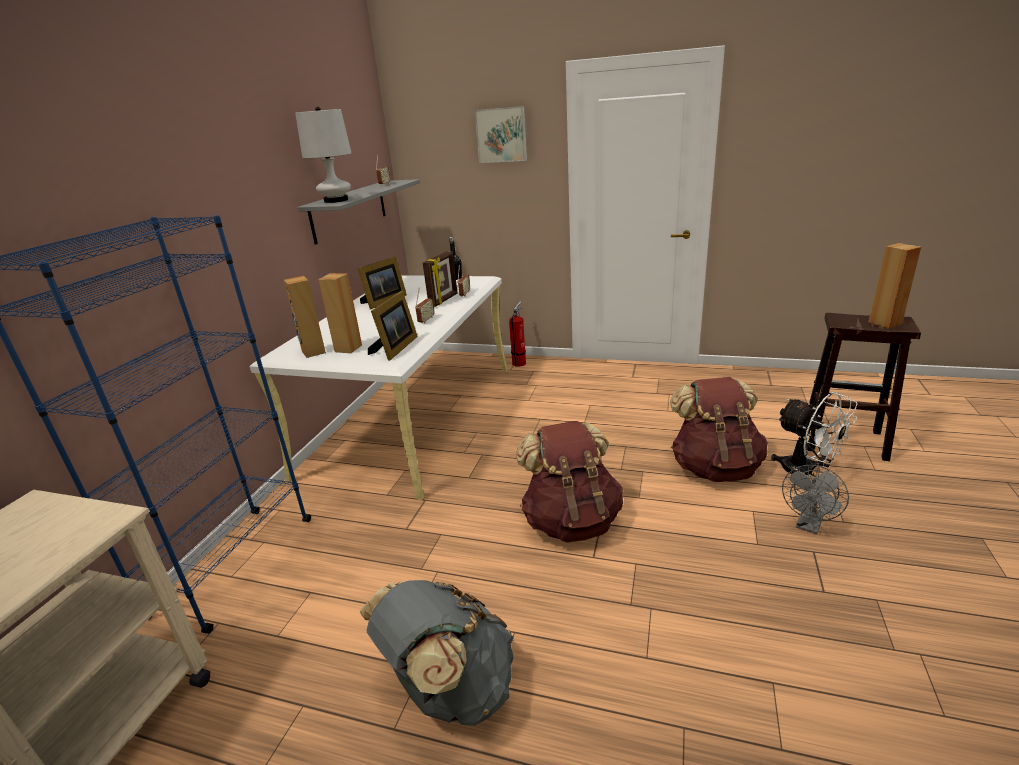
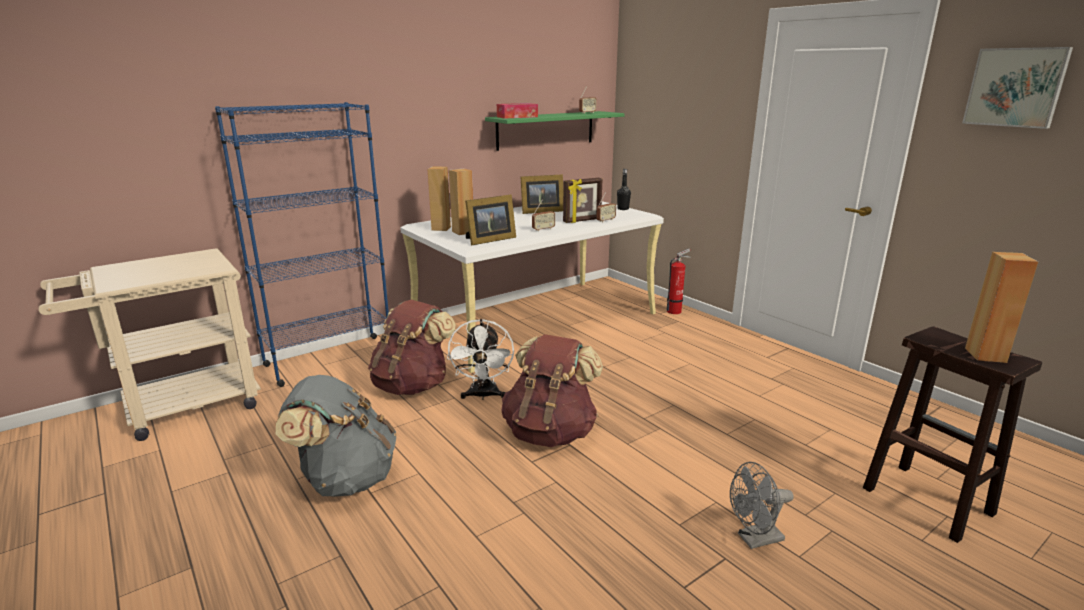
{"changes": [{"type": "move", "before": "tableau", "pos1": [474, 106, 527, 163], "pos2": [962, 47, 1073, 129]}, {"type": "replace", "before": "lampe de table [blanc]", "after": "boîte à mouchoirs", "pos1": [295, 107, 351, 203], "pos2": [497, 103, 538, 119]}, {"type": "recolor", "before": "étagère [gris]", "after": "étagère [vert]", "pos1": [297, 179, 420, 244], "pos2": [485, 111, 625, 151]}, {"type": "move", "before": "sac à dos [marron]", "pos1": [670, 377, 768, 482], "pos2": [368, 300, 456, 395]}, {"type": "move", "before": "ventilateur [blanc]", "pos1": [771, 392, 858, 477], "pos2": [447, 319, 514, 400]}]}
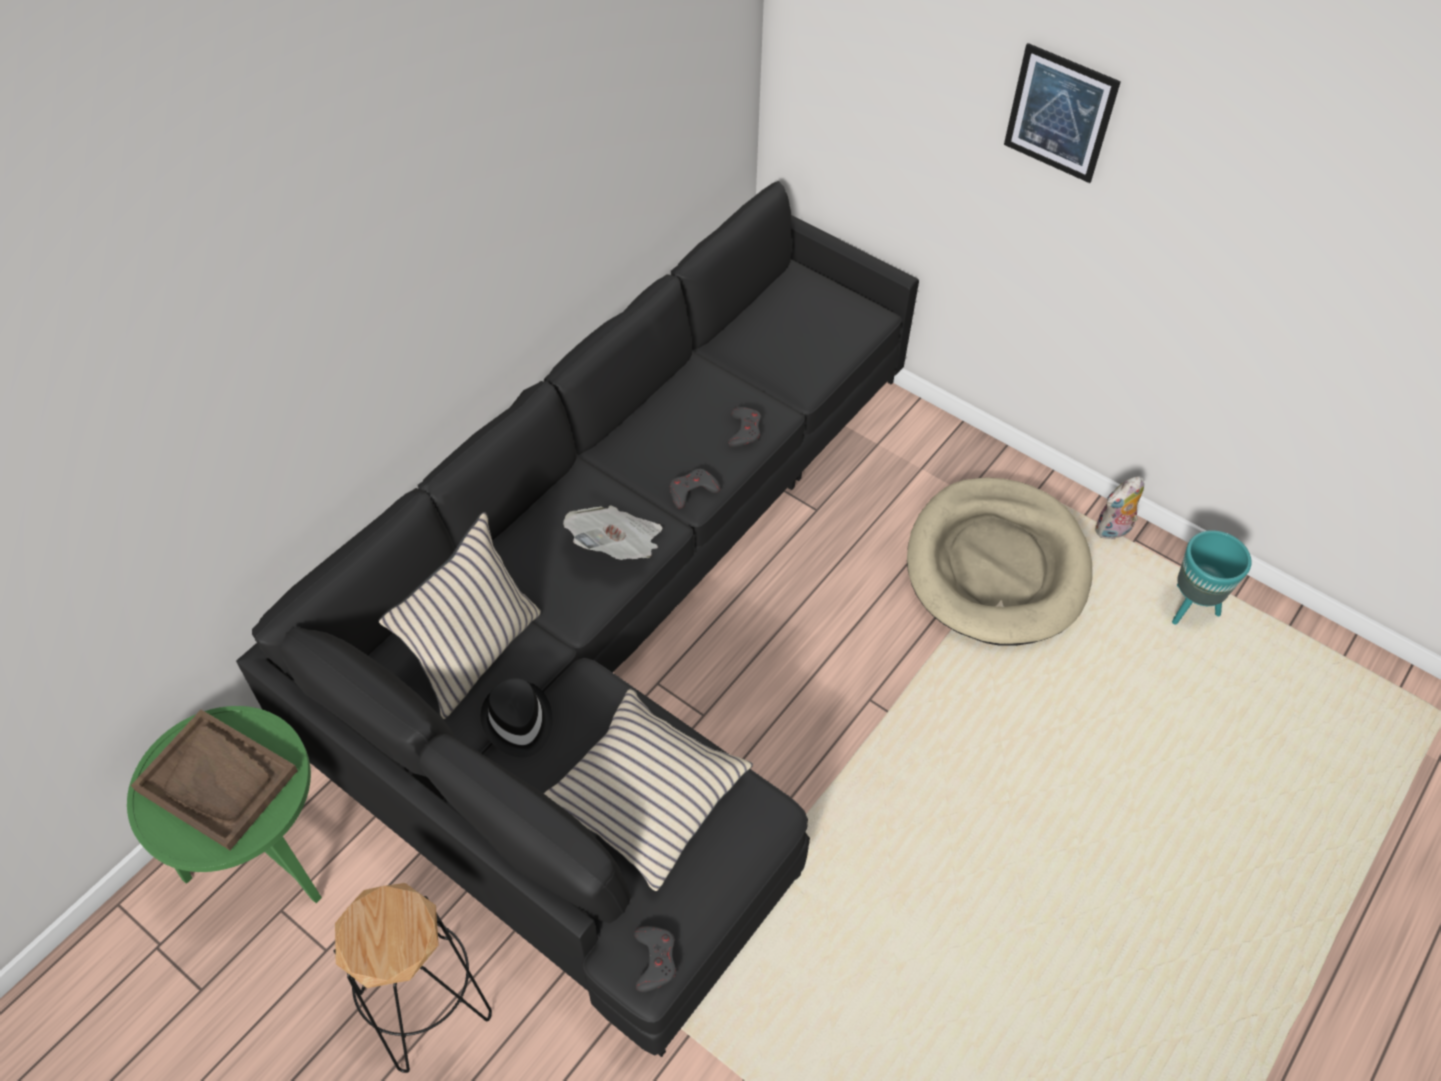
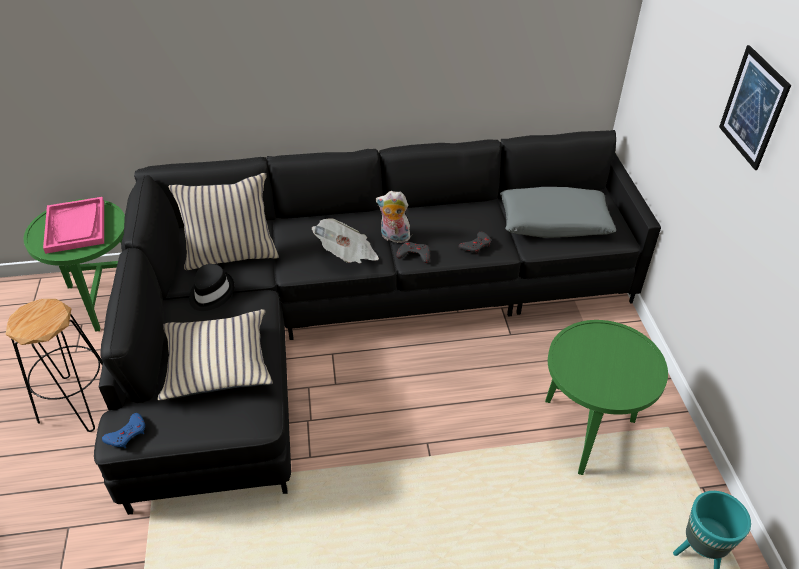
{"changes": [{"type": "move", "before": "peluche", "pos1": [1095, 476, 1144, 539], "pos2": [376, 191, 410, 243]}, {"type": "replace", "before": "panier pour chien [beige]", "after": "table d'appoint [vert]", "pos1": [907, 477, 1092, 646], "pos2": [545, 320, 668, 475]}, {"type": "recolor", "before": "plateau [marron]", "after": "plateau [rose]", "pos1": [131, 710, 298, 850], "pos2": [43, 197, 104, 254]}, {"type": "recolor", "before": "manette [gris]", "after": "manette [bleu]", "pos1": [634, 926, 676, 992], "pos2": [102, 413, 145, 448]}, {"type": "insert", "after": "coussin [gris]", "pos2": [500, 187, 616, 238]}]}
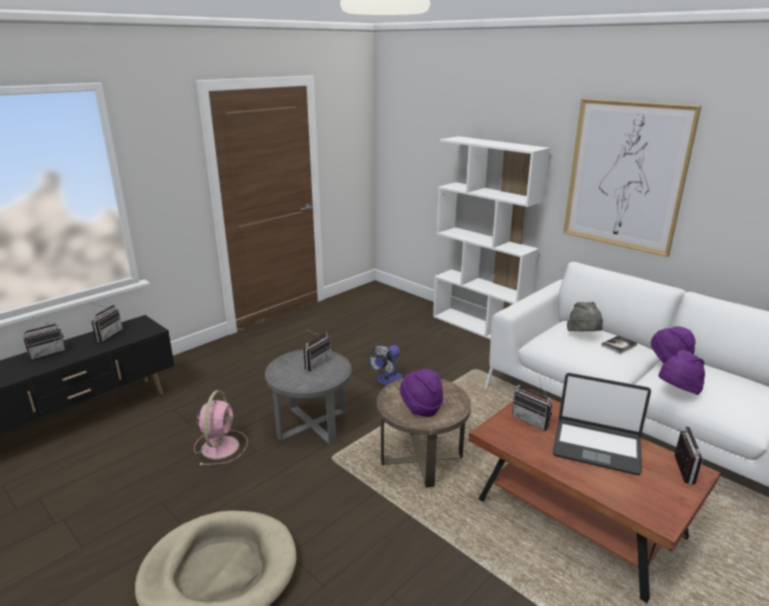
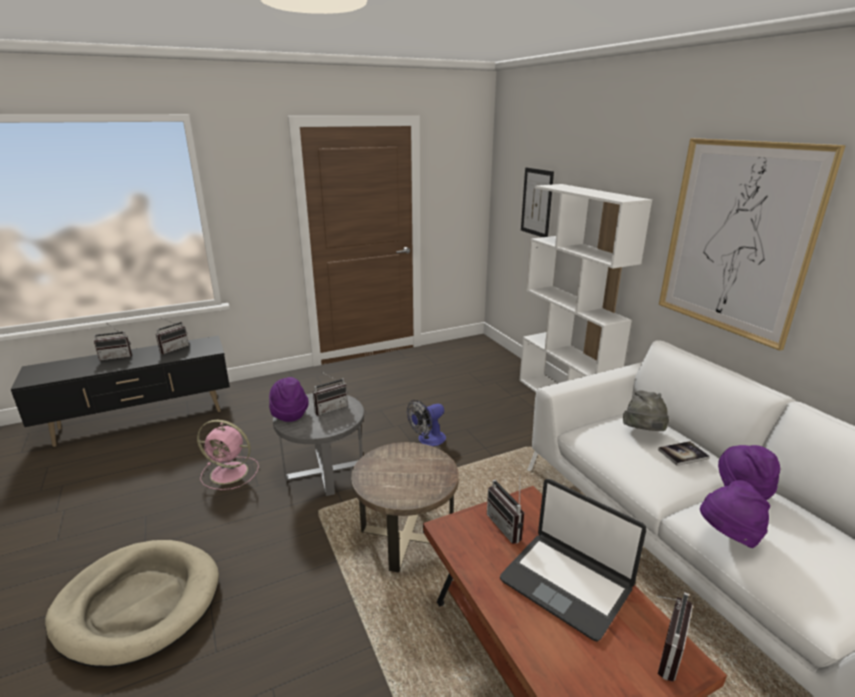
{"changes": [{"type": "move", "before": "chapeau [violet]", "pos1": [400, 369, 443, 417], "pos2": [269, 377, 309, 422]}, {"type": "rotate", "before": "ventilateur [rose]", "pos1": [194, 390, 247, 466], "pos2": [197, 420, 259, 490], "turn": 75}, {"type": "insert", "after": "tableau", "pos2": [521, 168, 554, 237]}]}
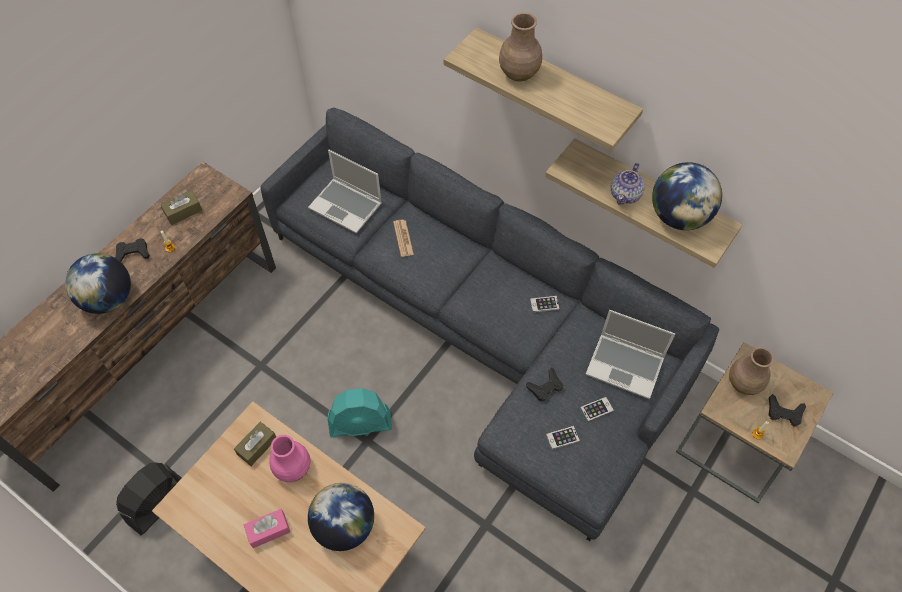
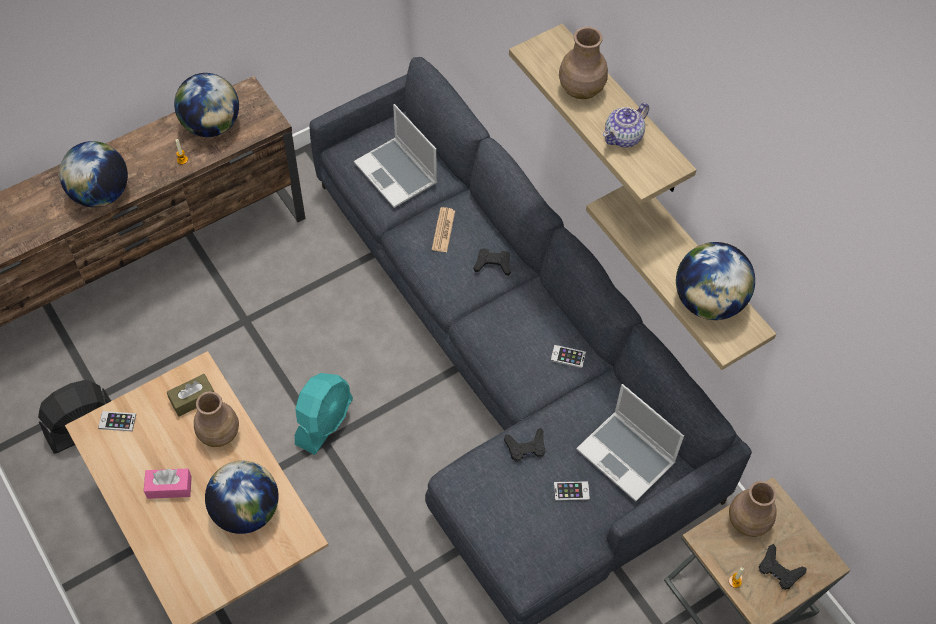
{"changes": [{"type": "move", "before": "théière", "pos1": [611, 163, 645, 205], "pos2": [603, 103, 649, 147]}, {"type": "replace", "before": "boîte à mouchoirs [marron]", "after": "globe", "pos1": [161, 190, 202, 225], "pos2": [174, 73, 239, 137]}, {"type": "move", "before": "manette [noir]", "pos1": [115, 238, 150, 262], "pos2": [474, 248, 511, 276]}, {"type": "rotate", "before": "ventilateur [turquoise]", "pos1": [327, 388, 392, 437], "pos2": [295, 373, 353, 455], "turn": -75}, {"type": "move", "before": "téléphone", "pos1": [546, 426, 580, 450], "pos2": [98, 411, 136, 432]}, {"type": "recolor", "before": "vase [rose]", "after": "vase [marron]", "pos1": [269, 435, 310, 482], "pos2": [194, 391, 239, 447]}]}
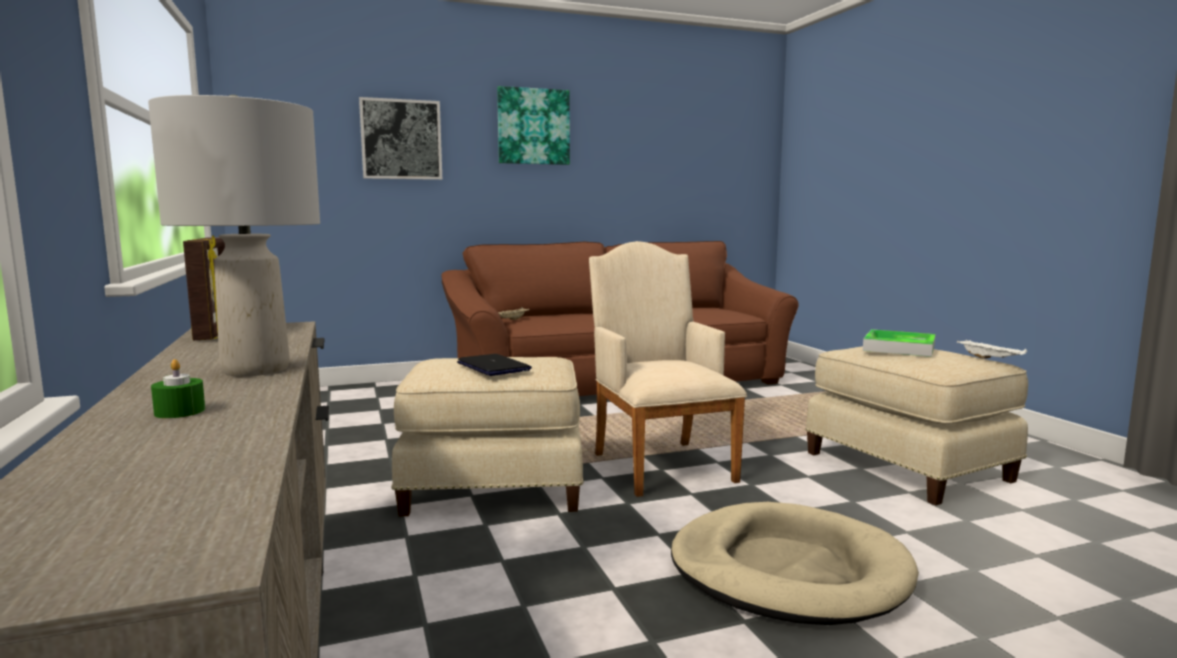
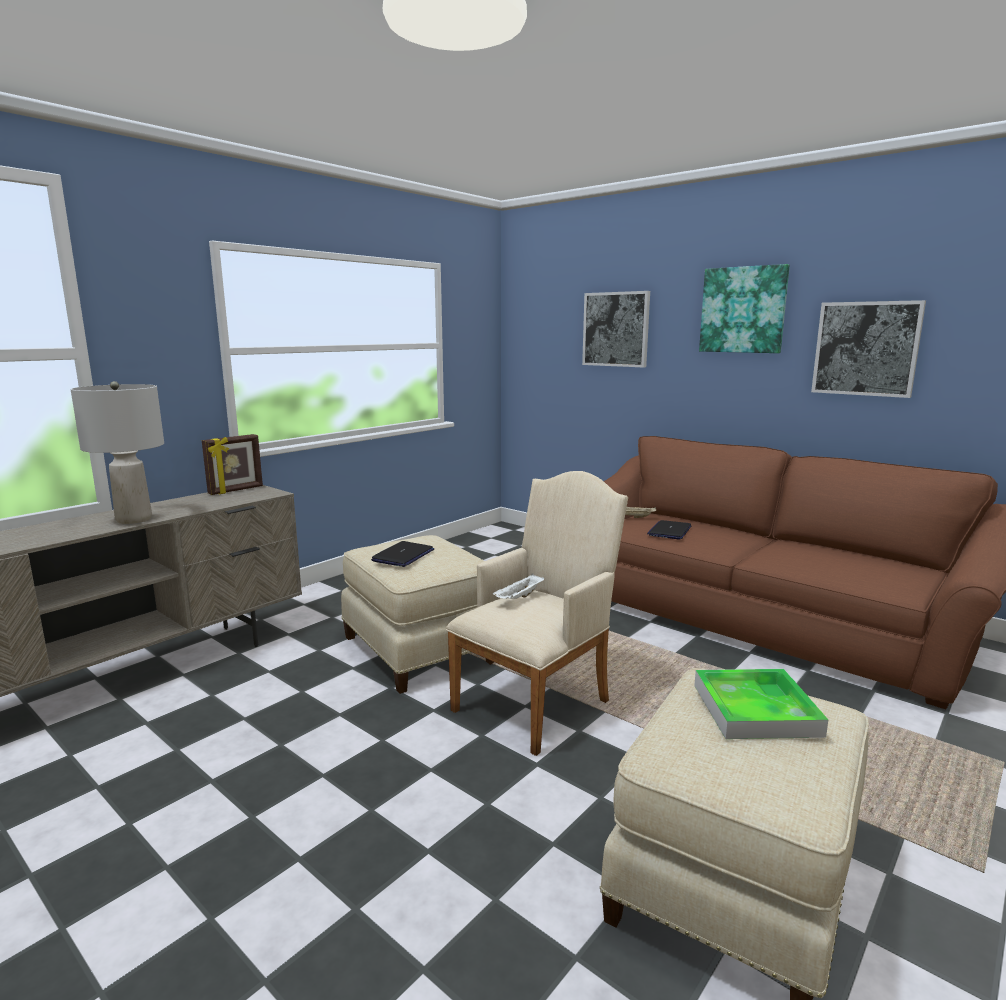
{"changes": [{"type": "move", "before": "plateau [blanc]", "pos1": [957, 340, 1027, 359], "pos2": [493, 573, 544, 599]}, {"type": "delete", "before": "bougie [vert]", "pos1": [151, 359, 205, 418]}, {"type": "delete", "before": "panier pour chien [beige]", "pos1": [671, 502, 919, 625]}, {"type": "insert", "after": "tableau", "pos2": [811, 300, 926, 398]}, {"type": "insert", "after": "ordinateur portable", "pos2": [647, 520, 691, 540]}]}
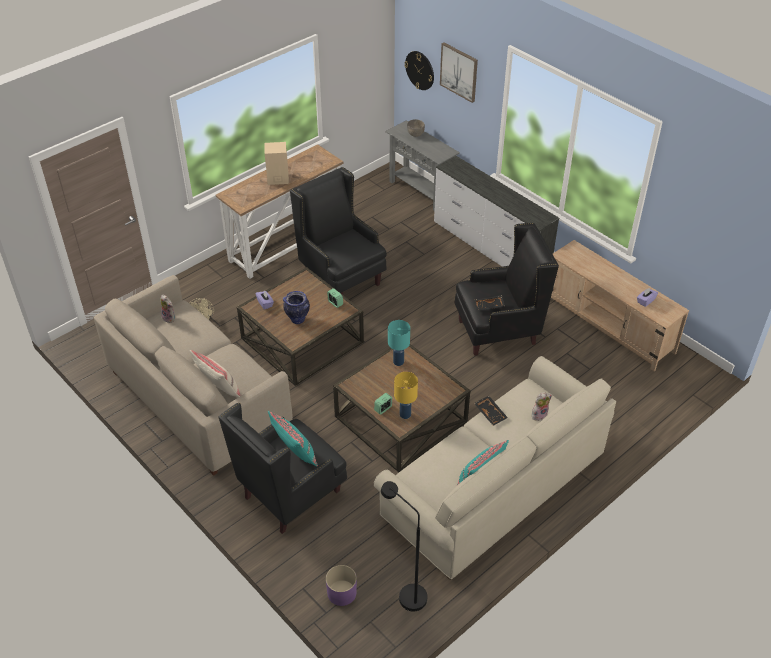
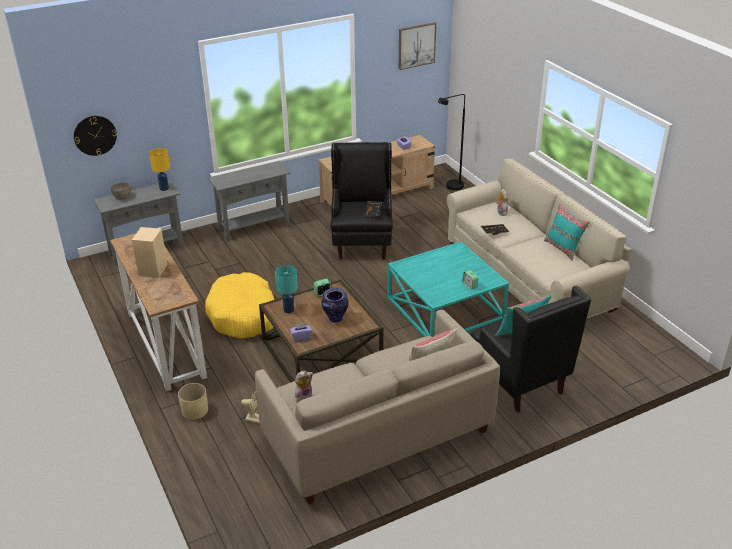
{"changes": [{"type": "move", "before": "tableau", "pos1": [440, 43, 478, 103], "pos2": [399, 22, 436, 70]}, {"type": "replace", "before": "commode [blanc]", "after": "table console [gris]", "pos1": [434, 156, 559, 267], "pos2": [208, 161, 290, 242]}, {"type": "replace", "before": "fauteuil [noir]", "after": "panier pour chien [jaune]", "pos1": [290, 167, 387, 295], "pos2": [205, 272, 275, 338]}, {"type": "move", "before": "lampe de table [turquoise]", "pos1": [388, 320, 410, 366], "pos2": [275, 265, 298, 313]}, {"type": "recolor", "before": "table basse [marron]", "after": "table basse [turquoise]", "pos1": [333, 344, 471, 472], "pos2": [388, 241, 509, 337]}, {"type": "move", "before": "lampe de table [jaune]", "pos1": [394, 372, 418, 419], "pos2": [149, 148, 170, 191]}, {"type": "move", "before": "lampadaire [noir]", "pos1": [381, 481, 427, 611], "pos2": [438, 94, 465, 191]}, {"type": "delete", "before": "cache-pot [violet]", "pos1": [326, 565, 357, 606]}, {"type": "insert", "after": "cache-pot [beige]", "pos2": [178, 383, 208, 420]}]}
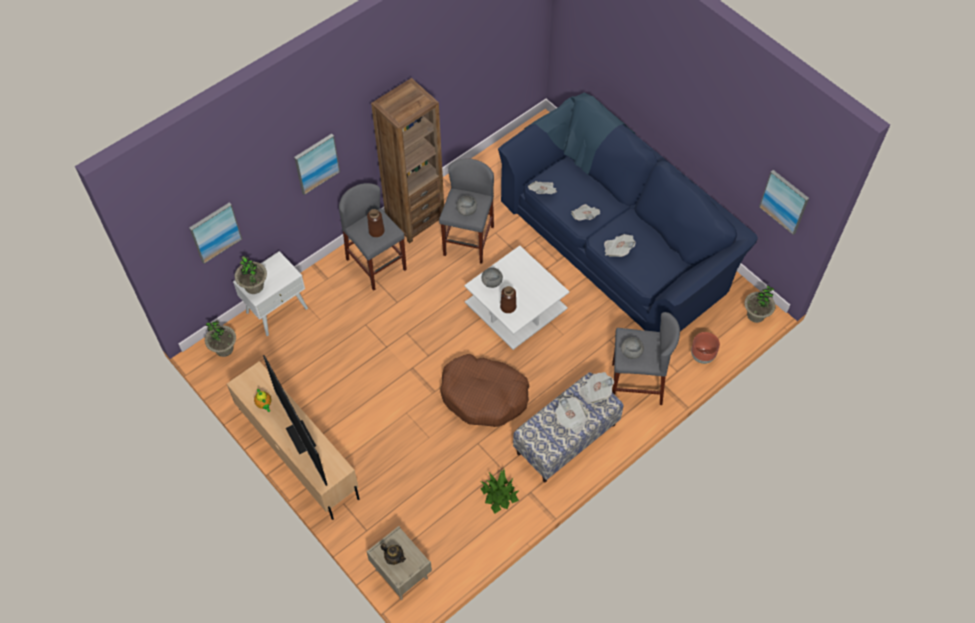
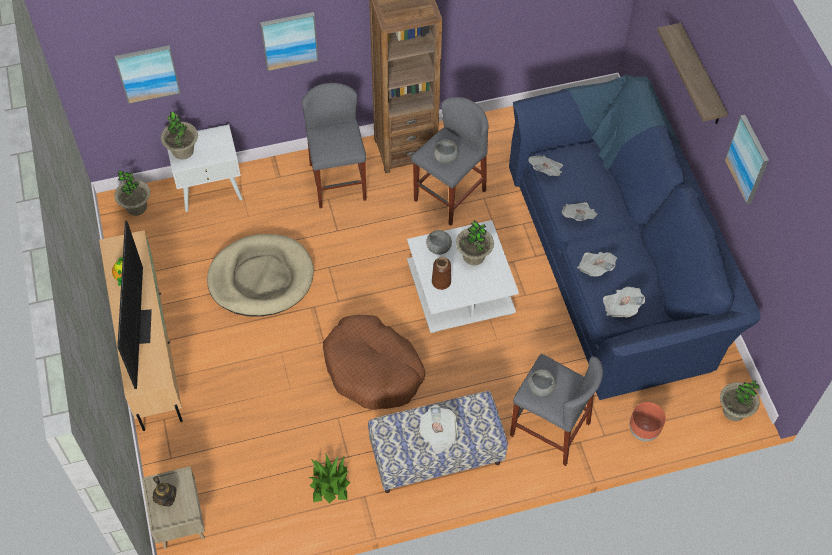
{"changes": [{"type": "move", "before": "tableau", "pos1": [759, 170, 809, 235], "pos2": [725, 115, 769, 204]}, {"type": "delete", "before": "vase [marron]", "pos1": [367, 209, 385, 237]}, {"type": "move", "before": "journal", "pos1": [578, 372, 614, 404], "pos2": [603, 287, 645, 317]}, {"type": "insert", "after": "étagère", "pos2": [657, 23, 728, 124]}, {"type": "insert", "after": "plante en pot", "pos2": [456, 220, 494, 265]}, {"type": "insert", "after": "panier pour chien [beige]", "pos2": [207, 234, 314, 317]}]}
